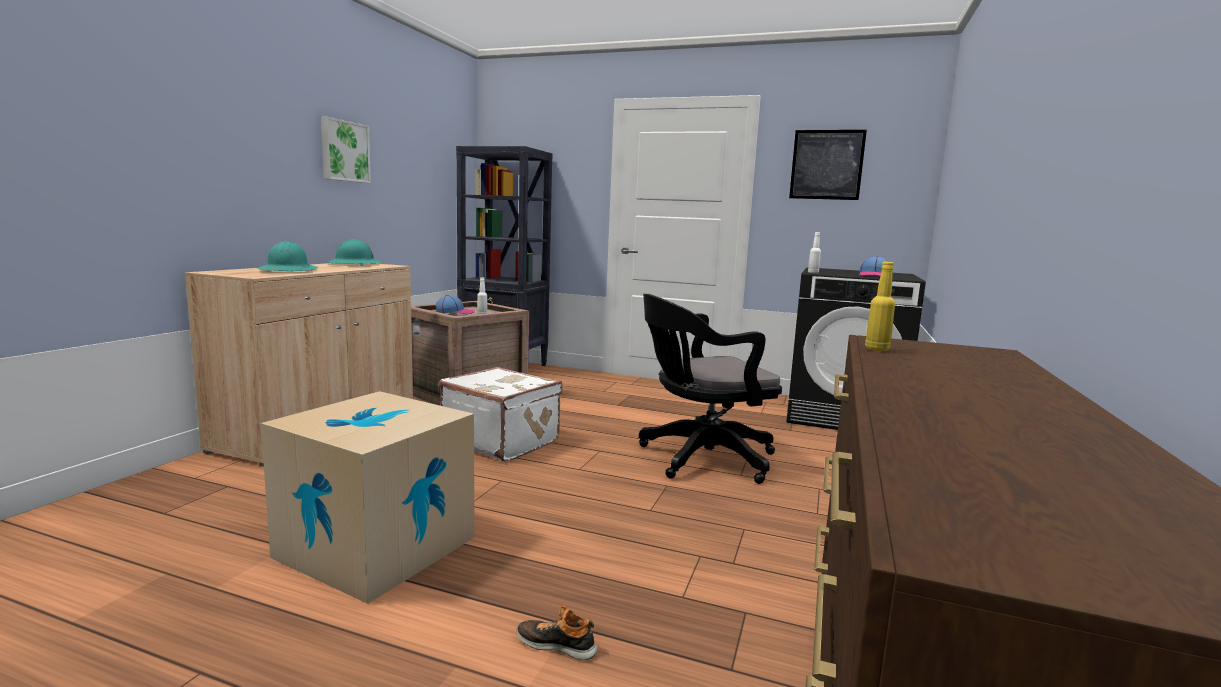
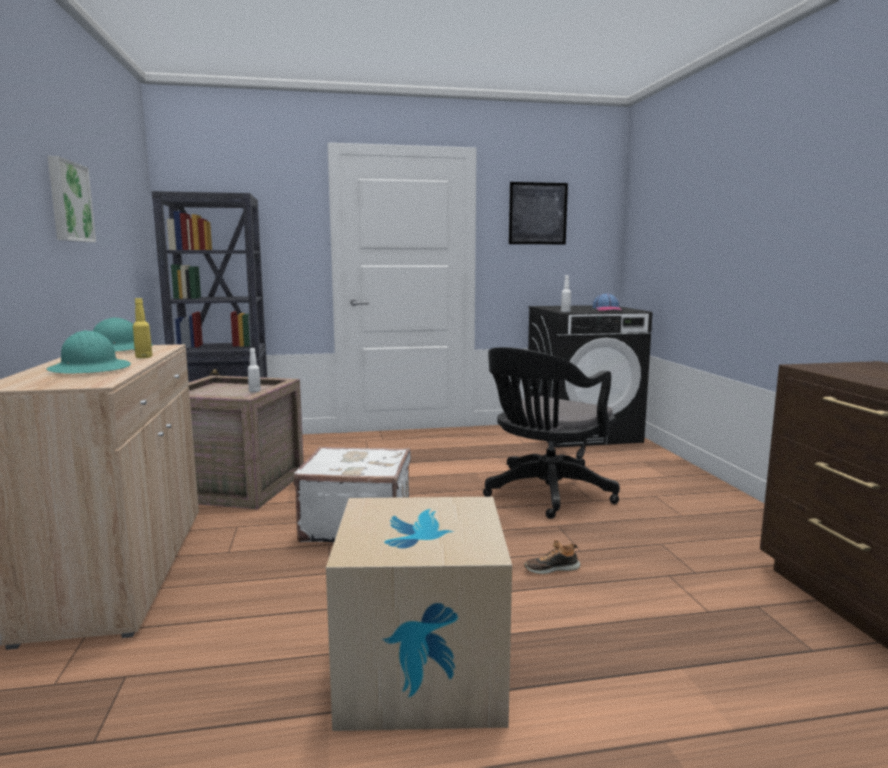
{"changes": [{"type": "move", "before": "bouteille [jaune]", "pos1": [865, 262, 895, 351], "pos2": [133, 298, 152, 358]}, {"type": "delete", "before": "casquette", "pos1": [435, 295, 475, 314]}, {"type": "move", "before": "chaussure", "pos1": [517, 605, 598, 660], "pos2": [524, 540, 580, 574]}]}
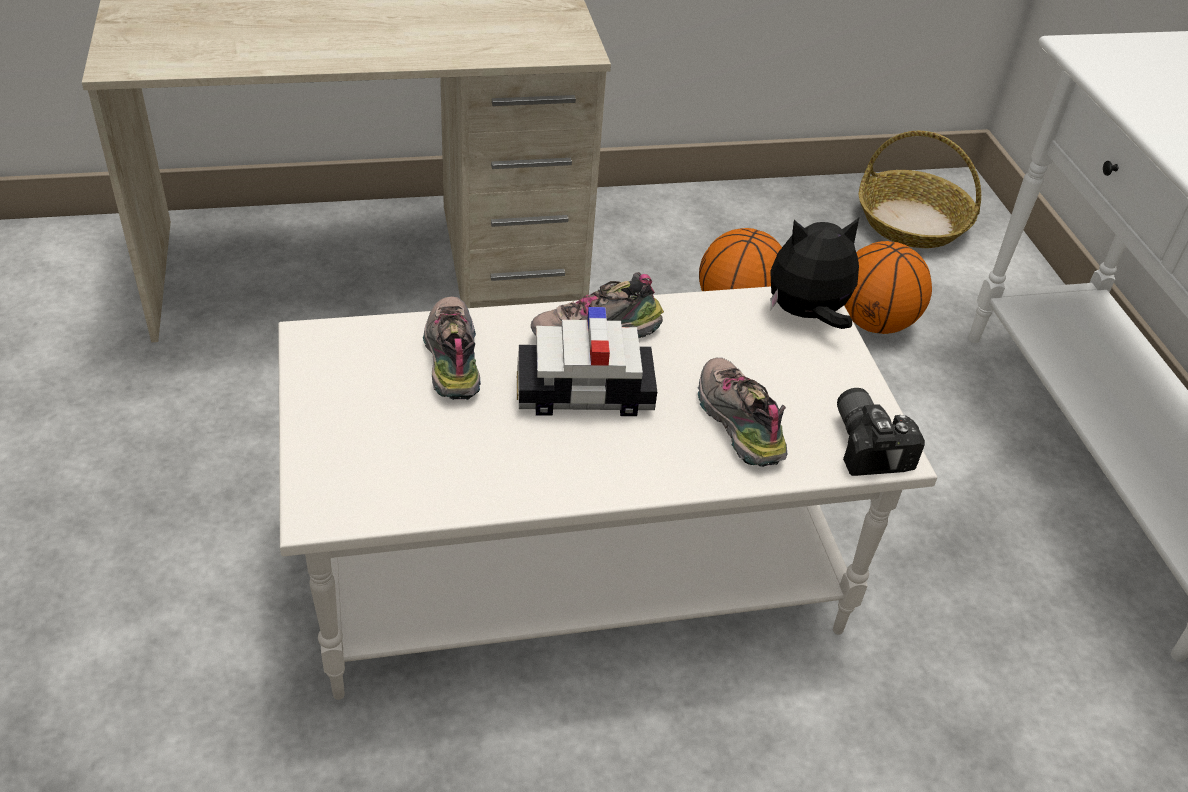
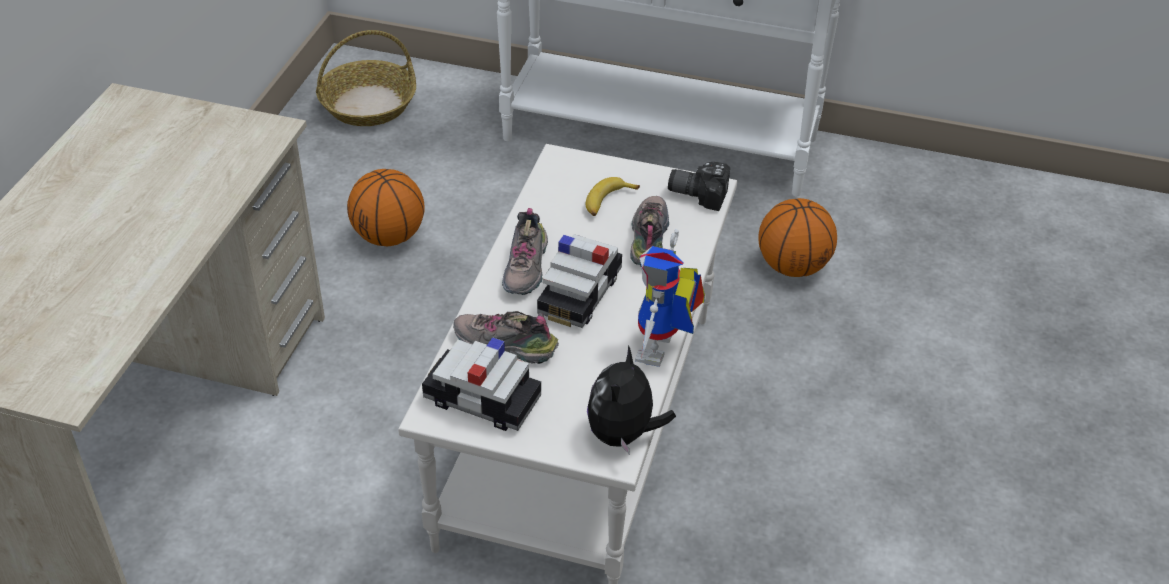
{"changes": [{"type": "move", "before": "peluche", "pos1": [770, 218, 859, 329], "pos2": [587, 345, 676, 455]}, {"type": "move", "before": "ballon de basket", "pos1": [844, 241, 932, 334], "pos2": [758, 198, 837, 277]}, {"type": "rotate", "before": "chaussure", "pos1": [698, 358, 787, 467], "pos2": [630, 196, 669, 267], "turn": 90}, {"type": "insert", "after": "banane", "pos2": [586, 177, 640, 216]}, {"type": "insert", "after": "robot jouet", "pos2": [635, 230, 705, 367]}, {"type": "insert", "after": "petite voiture", "pos2": [422, 337, 541, 431]}]}
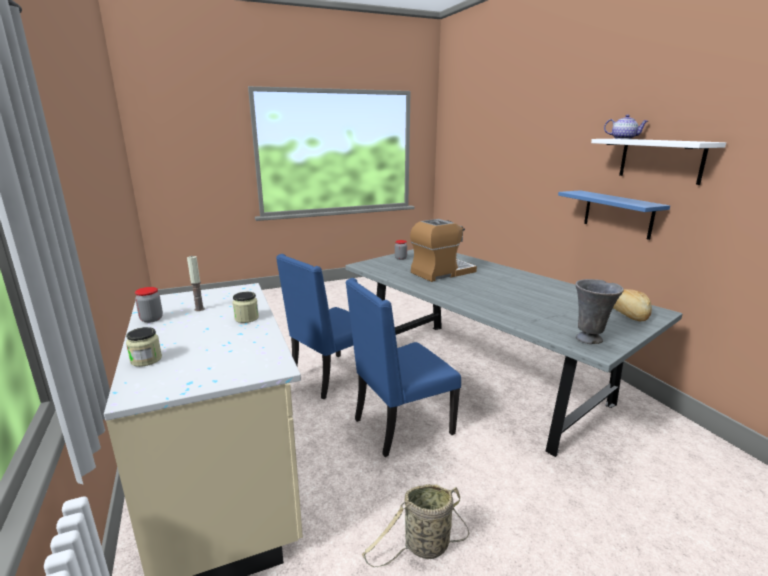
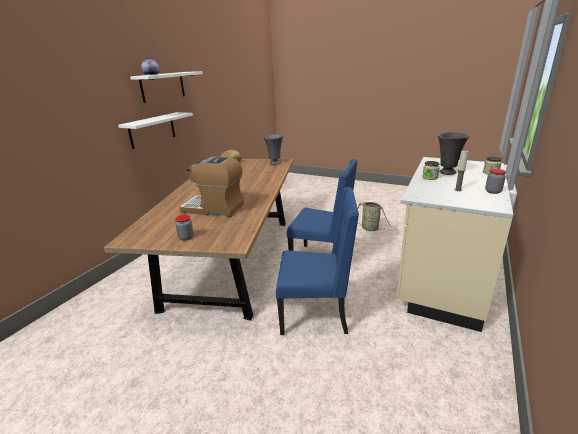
{"changes": [{"type": "recolor", "before": "étagère [bleu]", "after": "étagère [blanc]", "pos1": [558, 190, 670, 240], "pos2": [118, 112, 193, 149]}, {"type": "recolor", "before": "table à manger [gris]", "after": "table à manger [marron]", "pos1": [346, 249, 682, 457], "pos2": [104, 159, 294, 321]}, {"type": "insert", "after": "vase [gris]", "pos2": [438, 132, 469, 175]}]}
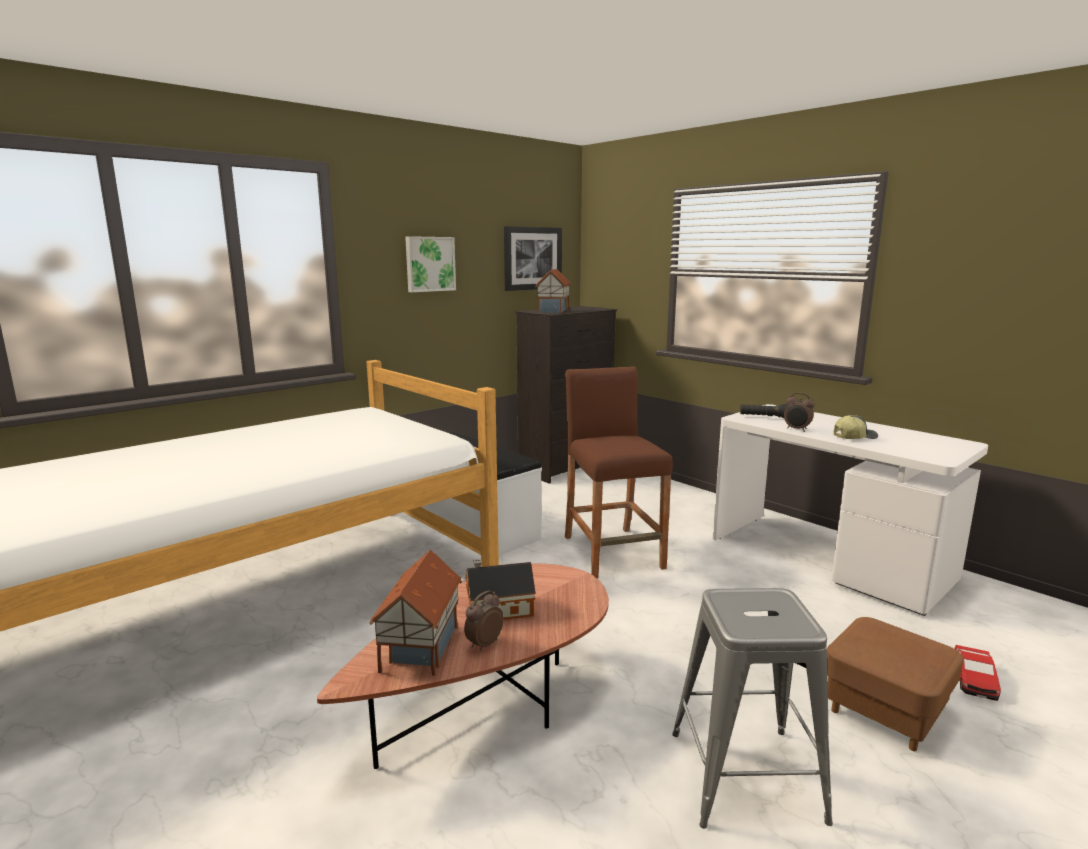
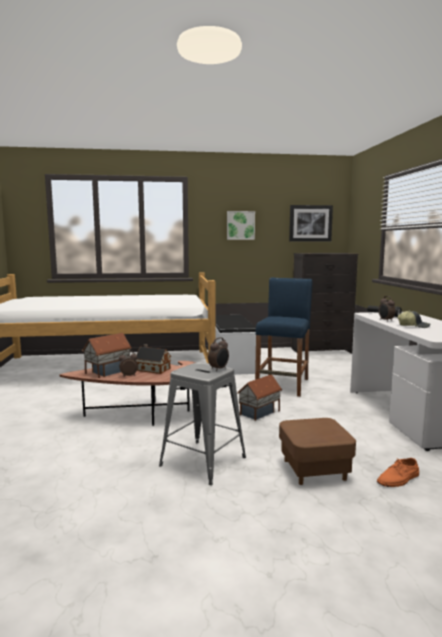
{"changes": [{"type": "move", "before": "maison miniature", "pos1": [535, 269, 571, 313], "pos2": [237, 374, 282, 421]}, {"type": "recolor", "before": "tabouret [marron]", "after": "tabouret [bleu]", "pos1": [565, 366, 673, 579], "pos2": [255, 278, 312, 397]}, {"type": "replace", "before": "petite voiture", "after": "chaussure [orange]", "pos1": [954, 645, 1001, 701], "pos2": [377, 458, 419, 487]}, {"type": "insert", "after": "réveil", "pos2": [208, 337, 229, 371]}]}
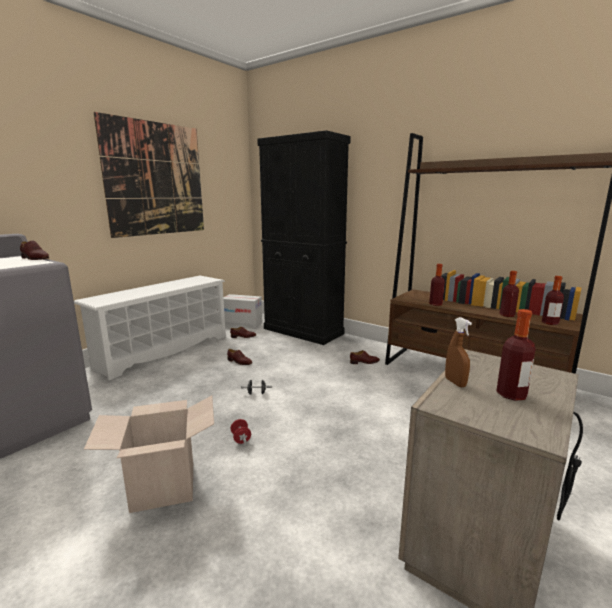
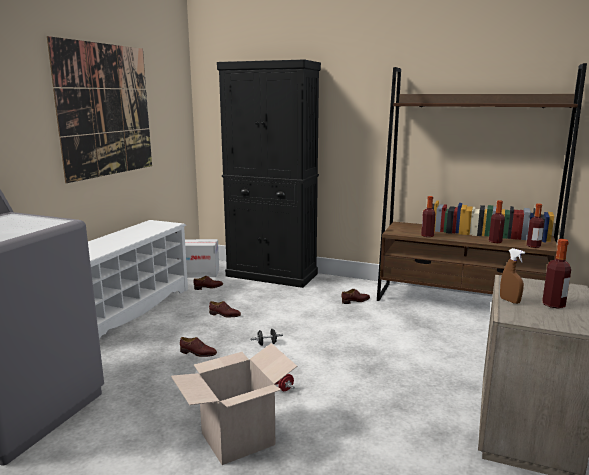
{"changes": [{"type": "move", "before": "chaussure [marron]", "pos1": [20, 240, 49, 260], "pos2": [180, 337, 217, 357]}]}
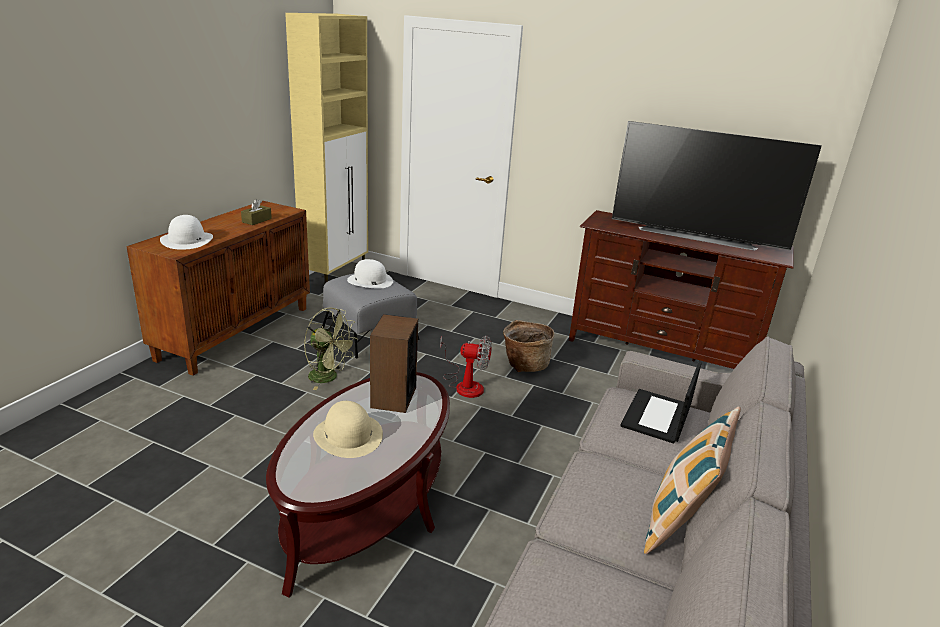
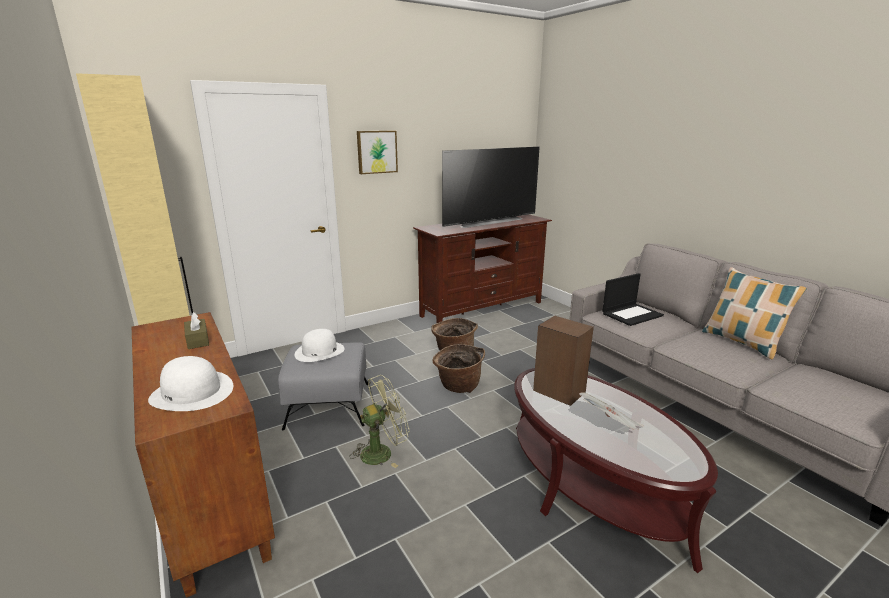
{"changes": [{"type": "replace", "before": "ventilateur", "after": "panier", "pos1": [440, 335, 492, 398], "pos2": [432, 344, 485, 393]}, {"type": "rotate", "before": "ordinateur portable", "pos1": [620, 361, 702, 444], "pos2": [602, 273, 664, 326], "turn": -90}, {"type": "replace", "before": "chapeau [beige]", "after": "journal", "pos1": [313, 401, 383, 458], "pos2": [579, 392, 644, 430]}, {"type": "insert", "after": "tableau", "pos2": [357, 131, 398, 174]}]}
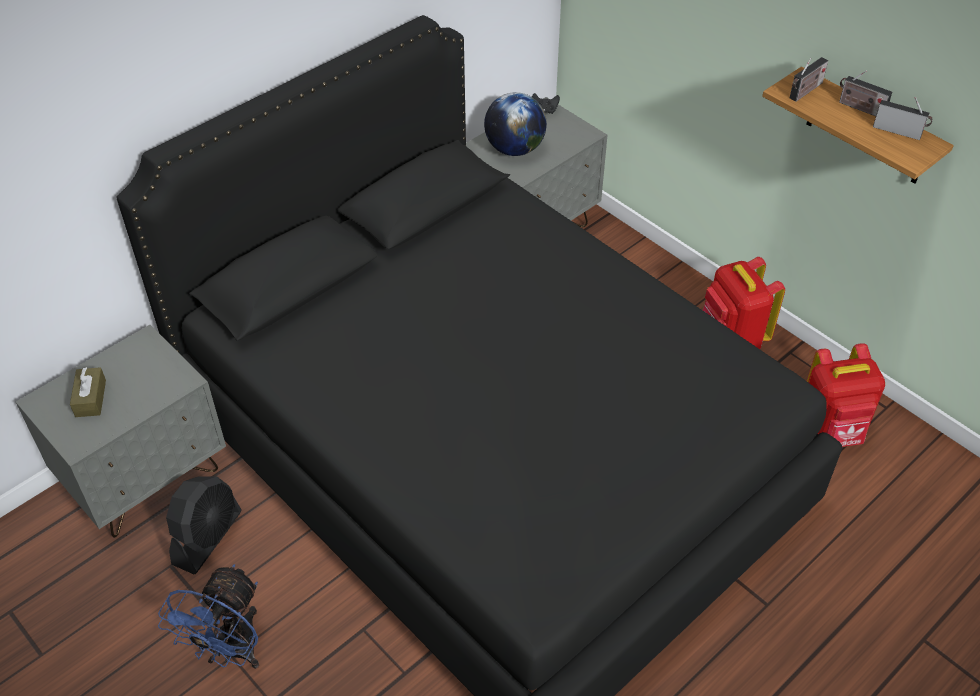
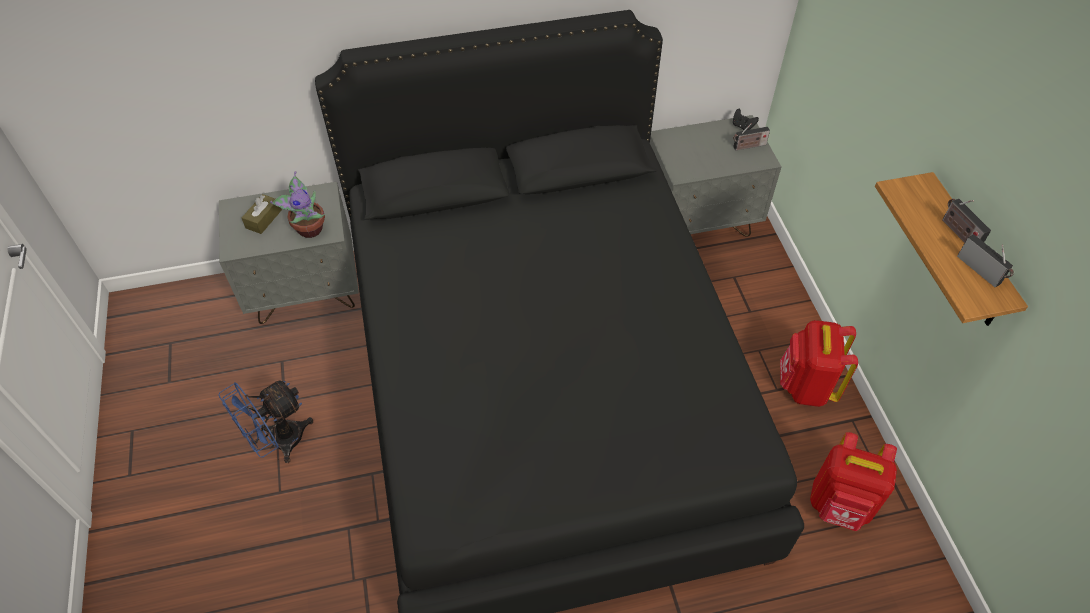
{"changes": [{"type": "move", "before": "radio", "pos1": [790, 57, 828, 101], "pos2": [733, 124, 770, 150]}, {"type": "delete", "before": "globe", "pos1": [484, 92, 547, 156]}, {"type": "delete", "before": "ventilateur [noir]", "pos1": [166, 476, 242, 574]}, {"type": "insert", "after": "plante en pot", "pos2": [270, 171, 325, 238]}]}
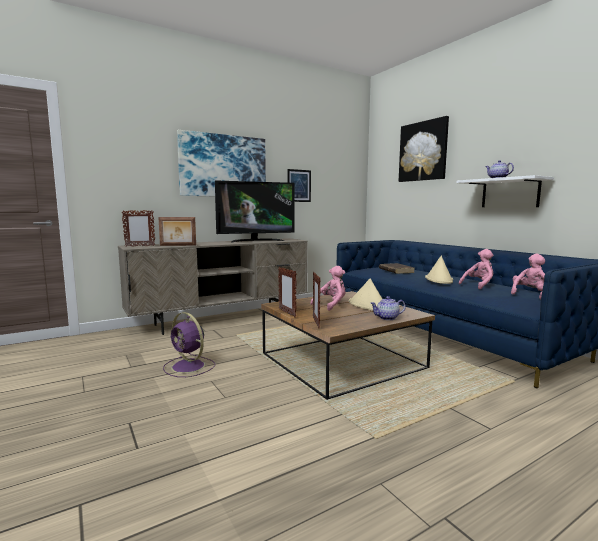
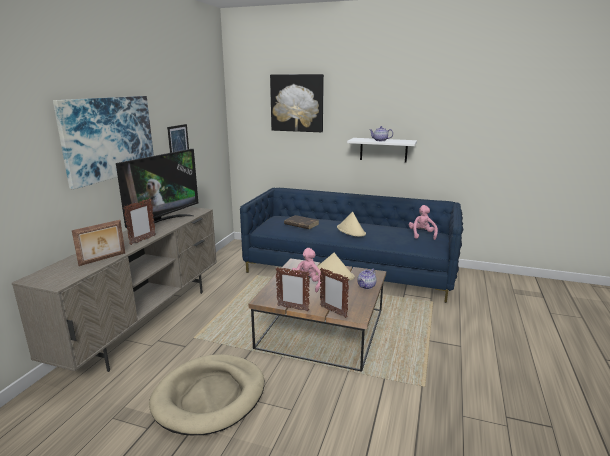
{"changes": [{"type": "move", "before": "cadre photo", "pos1": [122, 210, 156, 247], "pos2": [123, 198, 156, 245]}, {"type": "delete", "before": "peluche [rose]", "pos1": [459, 249, 494, 289]}, {"type": "replace", "before": "ventilateur [violet]", "after": "panier pour chien [beige]", "pos1": [163, 312, 215, 377], "pos2": [149, 354, 264, 435]}]}
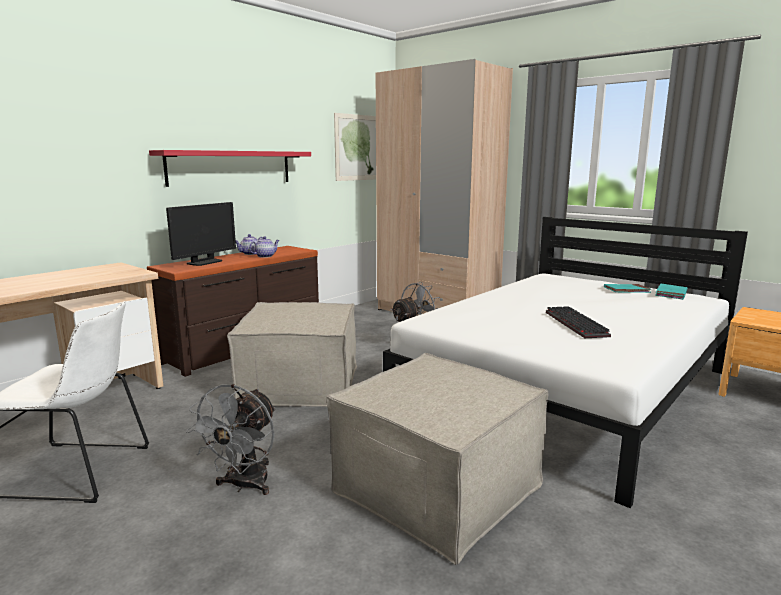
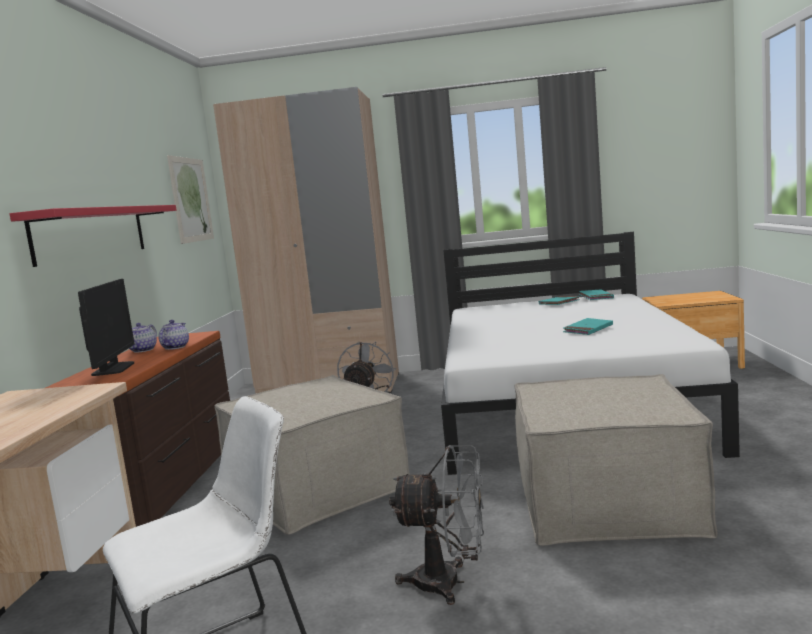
{"changes": [{"type": "replace", "before": "clavier", "after": "livre [turquoise]", "pos1": [546, 306, 611, 338], "pos2": [563, 318, 613, 335]}, {"type": "rotate", "before": "ventilateur [gris]", "pos1": [186, 384, 275, 495], "pos2": [389, 445, 484, 605], "turn": -60}]}
